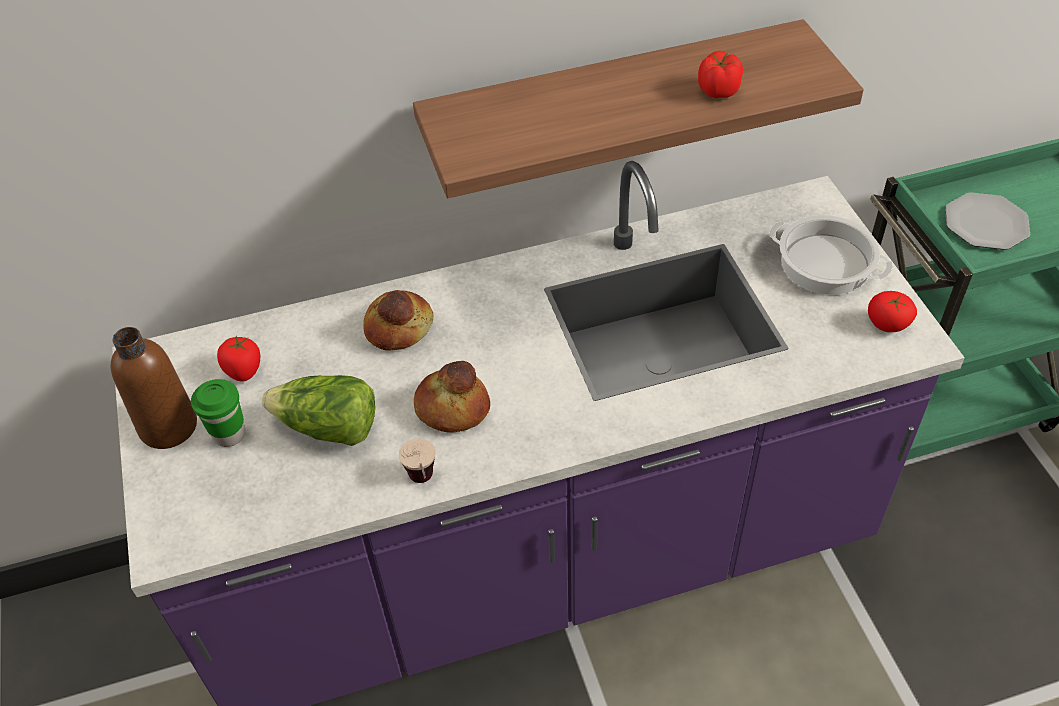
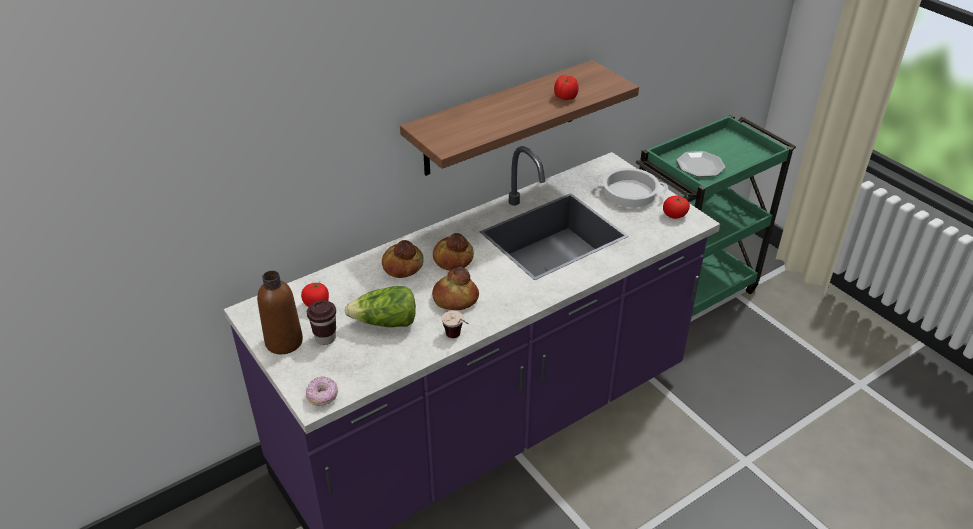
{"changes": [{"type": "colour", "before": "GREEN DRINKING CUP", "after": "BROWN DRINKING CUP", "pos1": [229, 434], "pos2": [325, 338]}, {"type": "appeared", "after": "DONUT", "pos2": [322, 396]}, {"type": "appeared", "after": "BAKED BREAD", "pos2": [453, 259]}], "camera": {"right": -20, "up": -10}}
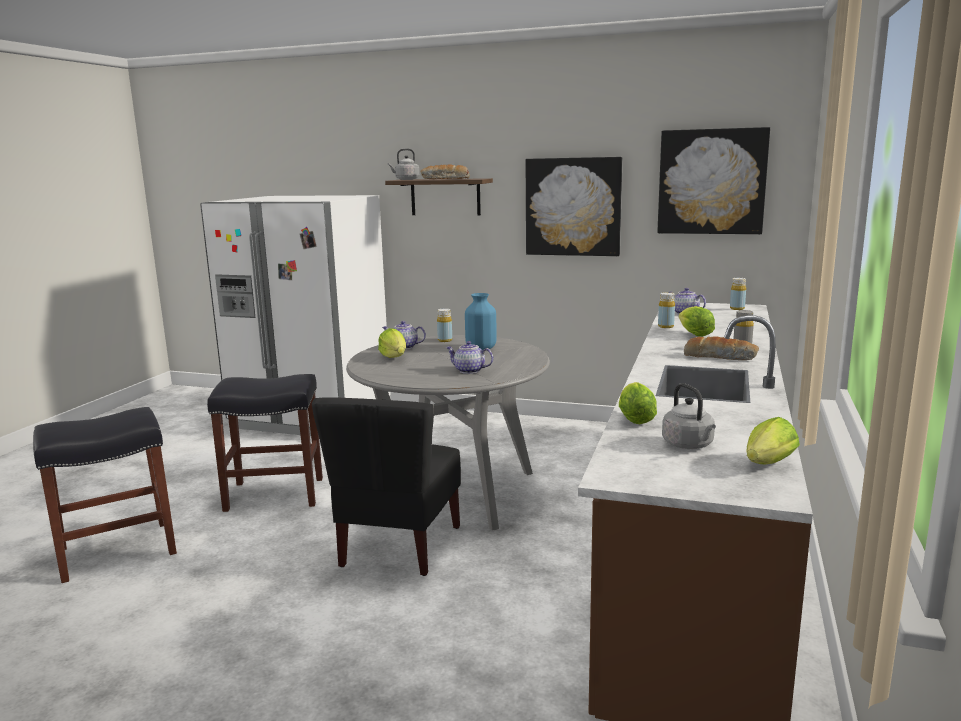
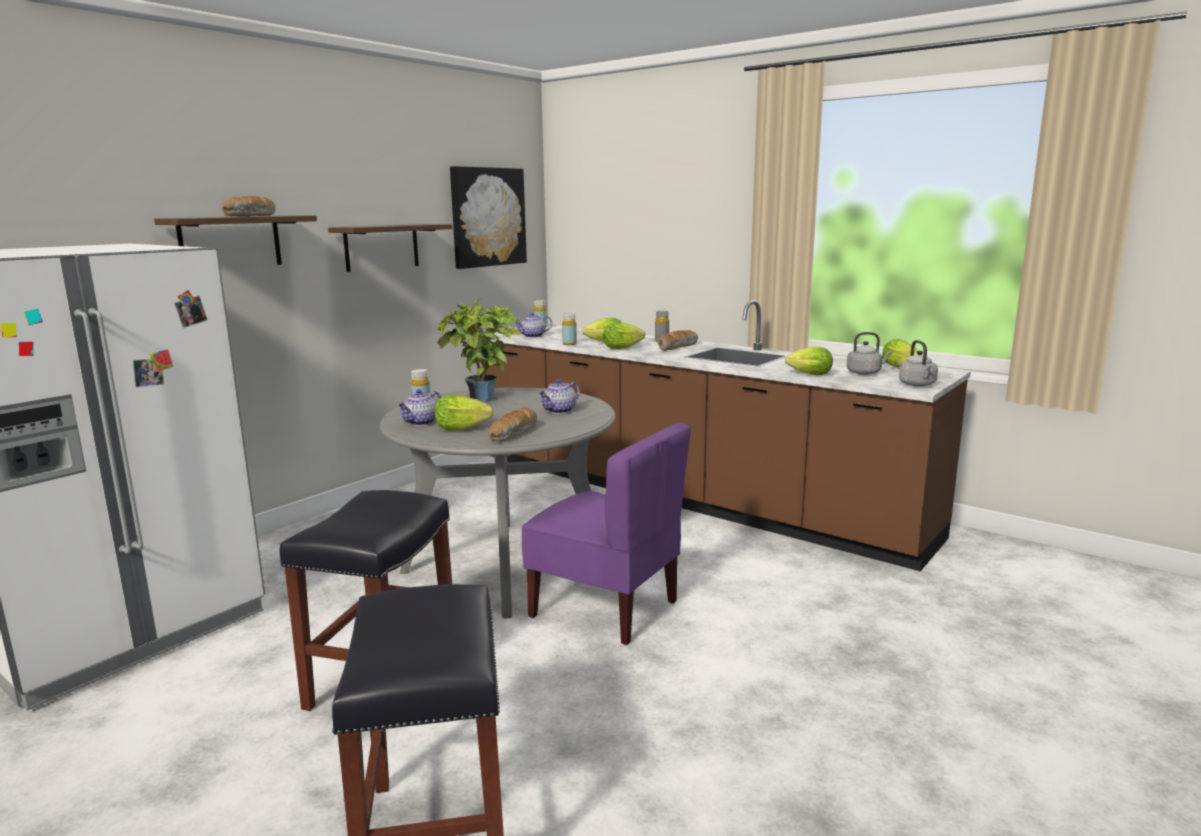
{"changes": [{"type": "colour", "before": "BLACK-COLOURED PLAIN CHAIR", "after": "PURPLE PLAIN CHAIR", "pos1": [398, 546], "pos2": [606, 608]}, {"type": "relocated", "before": "GREYISH WATER KETTLE", "pos1": [405, 179], "pos2": [918, 385]}, {"type": "exchanged", "before": "BLUE VASE", "after": "POTTED PLANT", "pos1": [480, 348], "pos2": [482, 401]}, {"type": "exchanged", "before": "WALL PICTURE", "after": "SHELF", "pos1": [573, 207], "pos2": [381, 247]}, {"type": "appeared", "after": "BAKED BREAD", "pos2": [514, 434]}, {"type": "appeared", "after": "LETTUCE", "pos2": [621, 348]}], "camera": {"right": -70, "up": 0}}
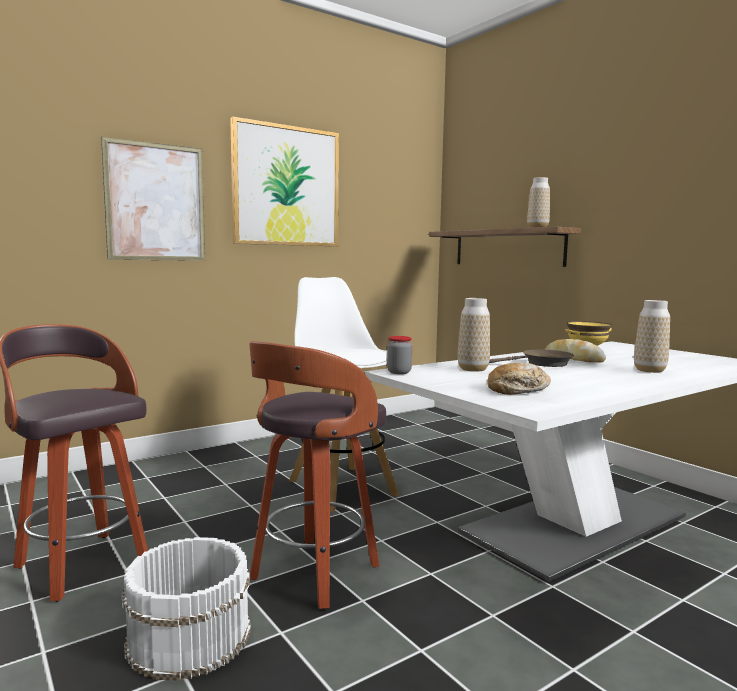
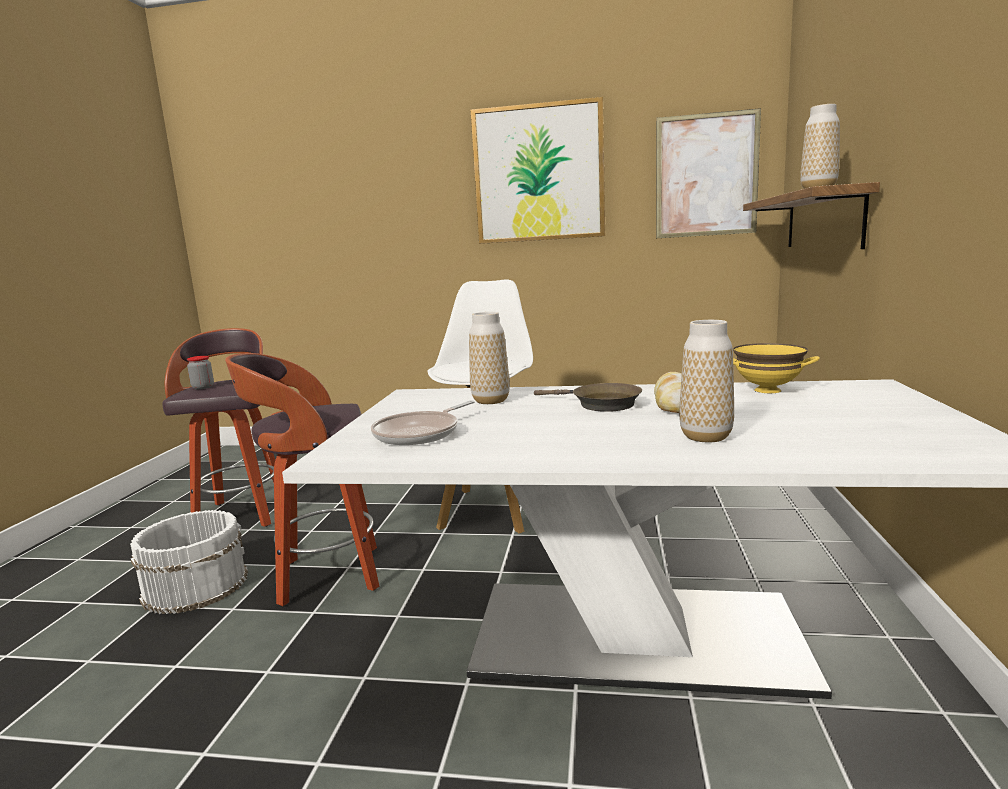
{"changes": [{"type": "relocated", "before": "WALL PICTURE", "pos1": [156, 202], "pos2": [706, 175]}, {"type": "relocated", "before": "PRESERVE JAR", "pos1": [399, 372], "pos2": [203, 387]}, {"type": "exchanged", "before": "BAKED BREAD", "after": "PAN", "pos1": [518, 390], "pos2": [420, 433]}], "camera": {"right": 45, "up": 5}}
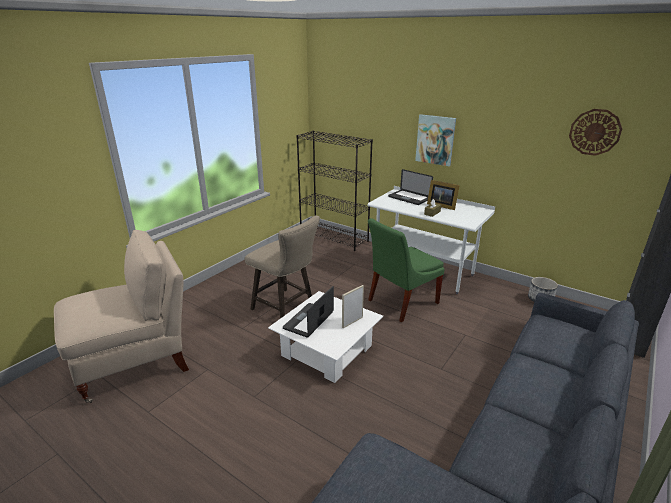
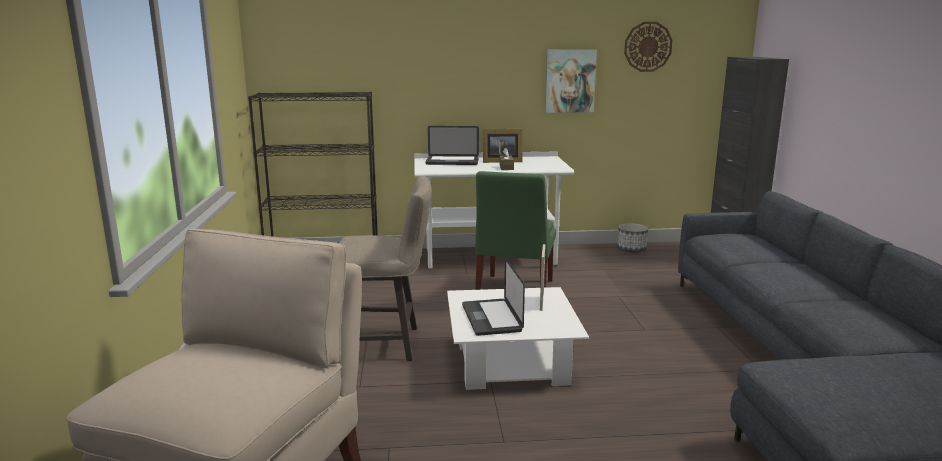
{"changes": [{"type": "relocated", "before": "WALL PICTURE", "pos1": [435, 140], "pos2": [570, 81]}], "camera": {"right": -40, "up": -10}}
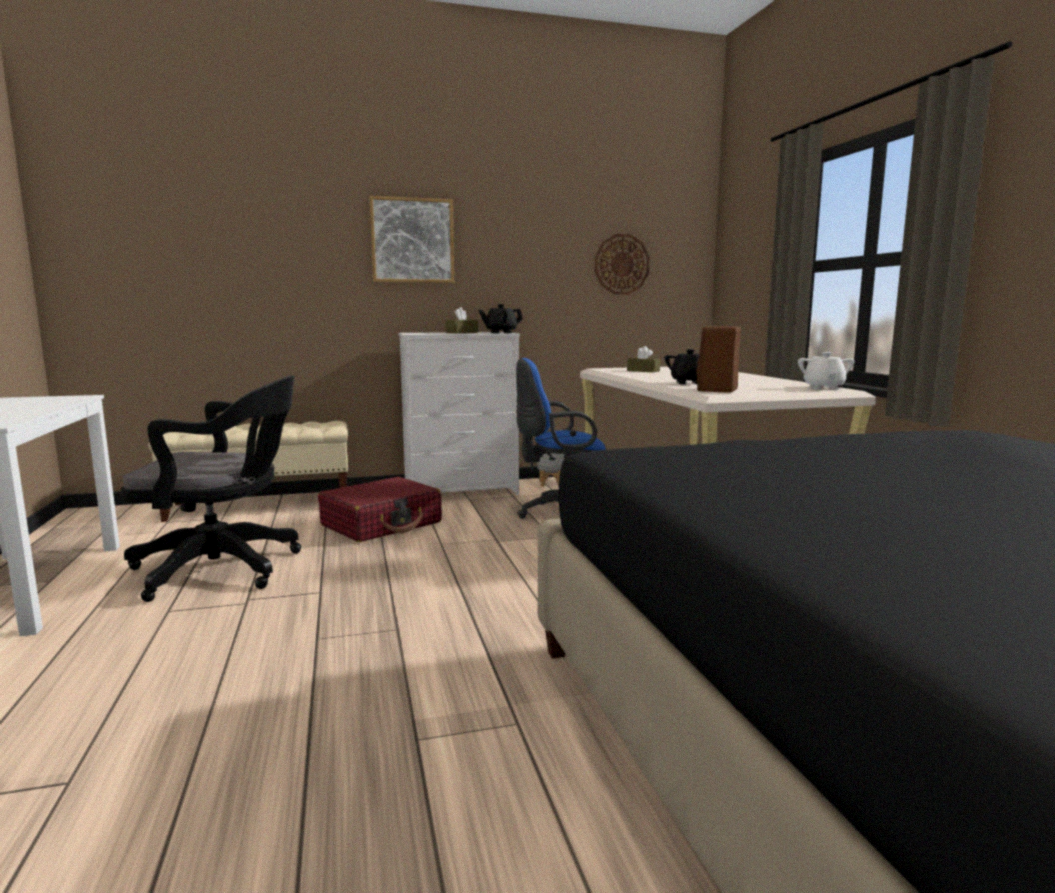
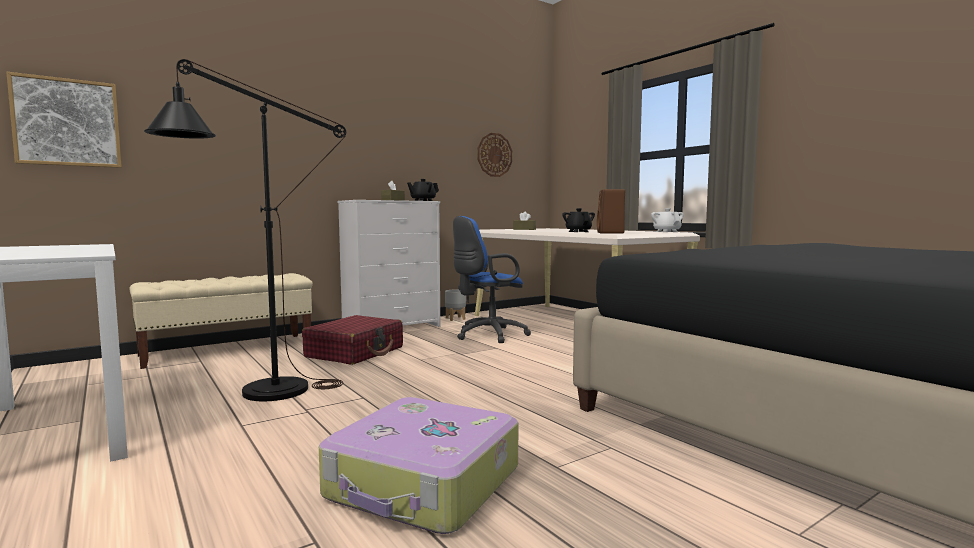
{"changes": [{"type": "exchanged", "before": "BLACK-COLOURED DESK CHAIR", "after": "BLACK-COLOURED STANDARD LAMP", "pos1": [225, 569], "pos2": [255, 393]}, {"type": "relocated", "before": "WALL PICTURE", "pos1": [412, 240], "pos2": [67, 122]}, {"type": "appeared", "after": "TRAVEL CASE", "pos2": [424, 484]}], "camera": {"right": -20, "up": -5}}
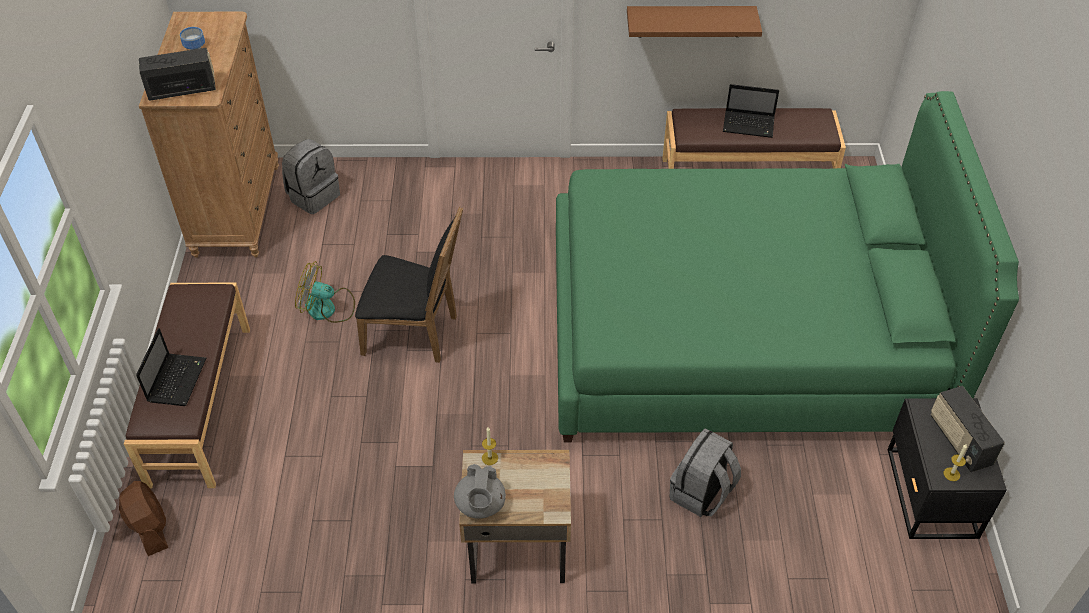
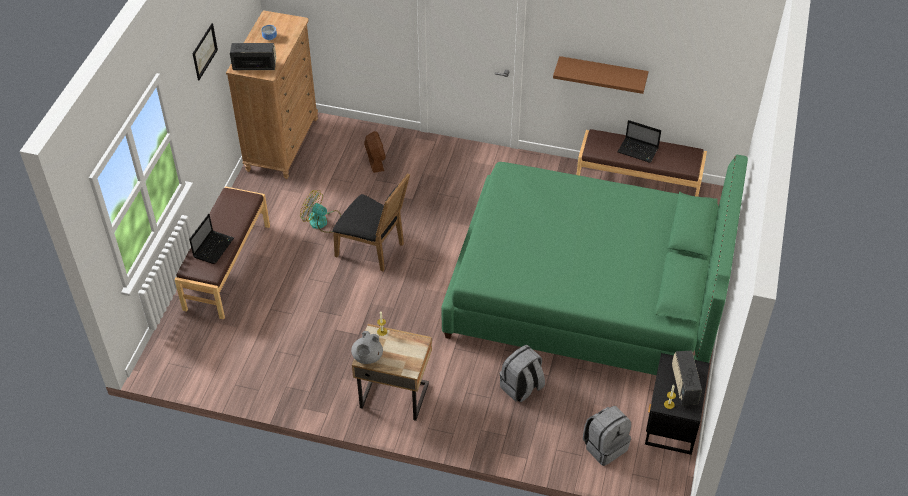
{"changes": [{"type": "relocated", "before": "BROWN FAN", "pos1": [150, 528], "pos2": [375, 160]}, {"type": "relocated", "before": "GREYISH RUCKSACK", "pos1": [313, 196], "pos2": [605, 446]}, {"type": "appeared", "after": "WALL PICTURE", "pos2": [204, 51]}], "camera": {"right": 15, "up": 0}}
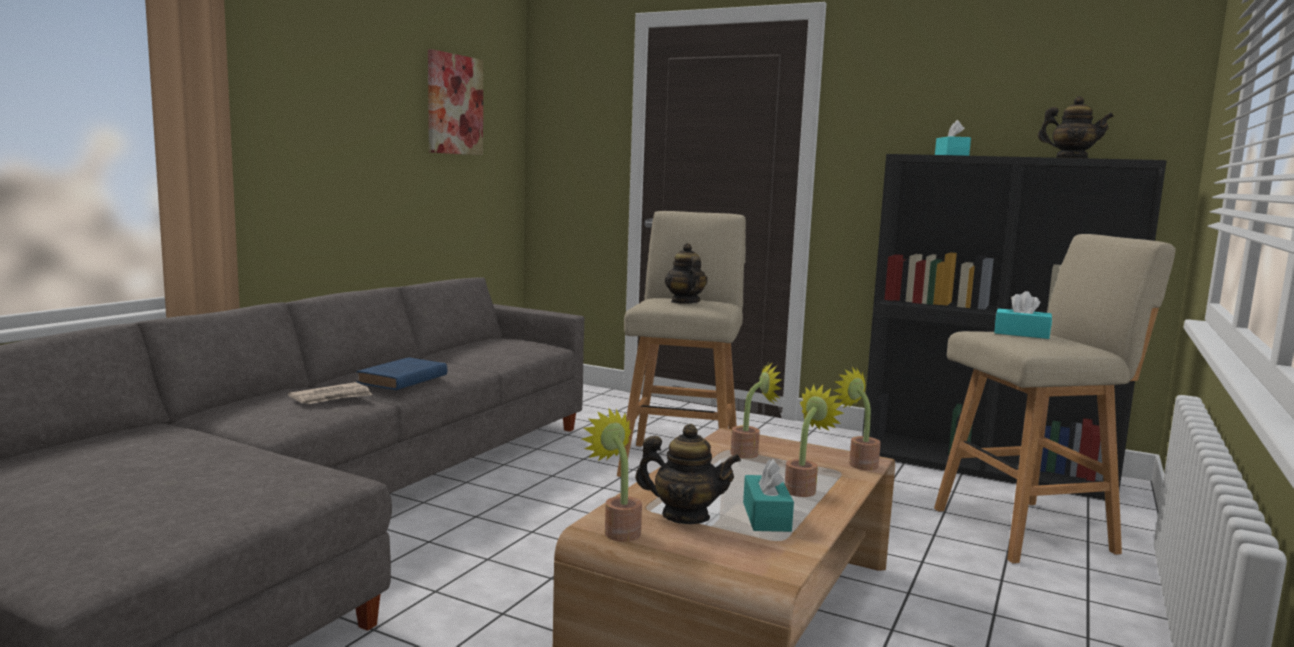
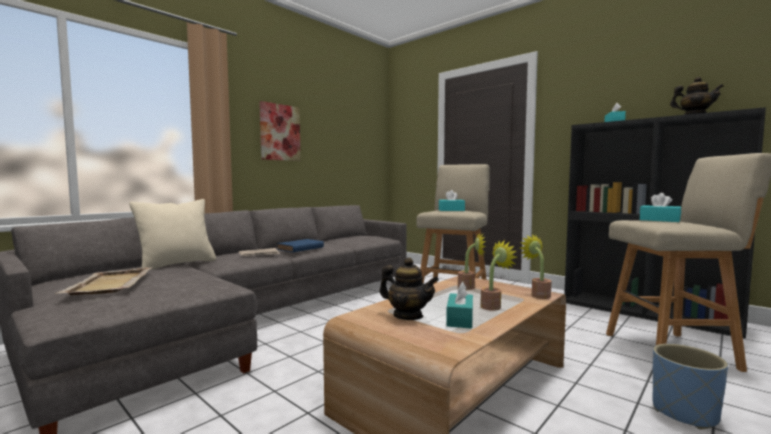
{"changes": [{"type": "relocated", "before": "WALL PICTURE", "pos1": [454, 104], "pos2": [280, 132]}, {"type": "missing", "before": "POTTED PLANT", "pos1": [618, 531]}, {"type": "exchanged", "before": "TEAPOT", "after": "BLUE-GREEN BOX OF TISSUES", "pos1": [684, 302], "pos2": [451, 210]}, {"type": "appeared", "after": "SAND-COLOURED CARRYING TRAY", "pos2": [110, 284]}, {"type": "appeared", "after": "SAND-COLOURED CUSHION", "pos2": [177, 264]}, {"type": "appeared", "after": "BLUE FLOWER POT", "pos2": [684, 413]}], "camera": {"right": 15, "up": -5}}
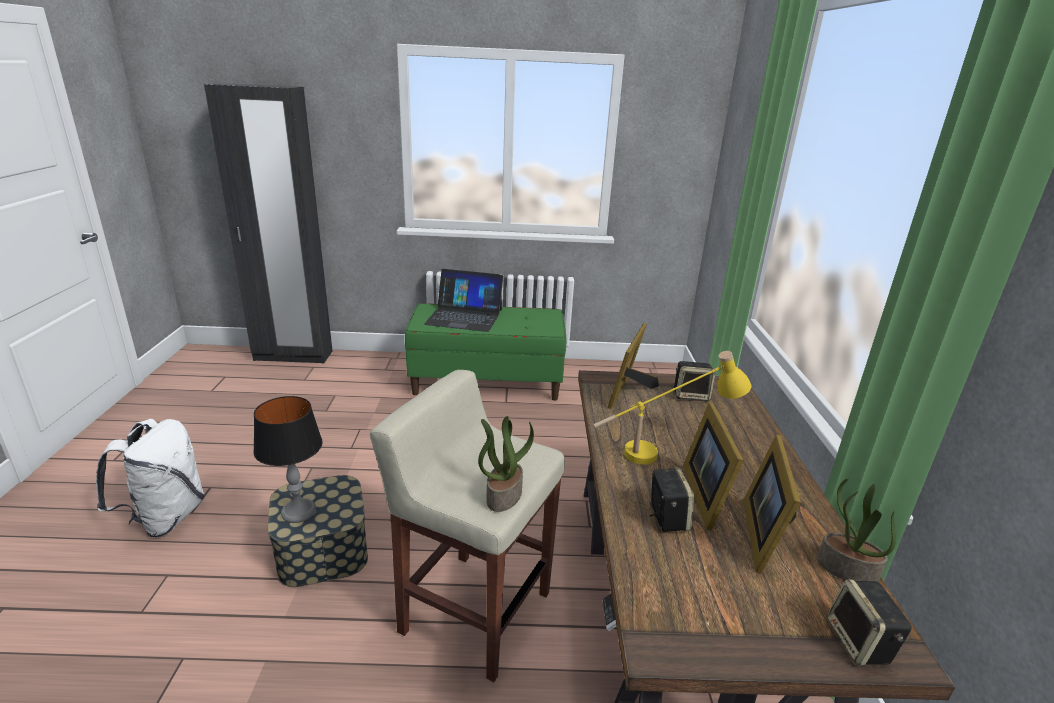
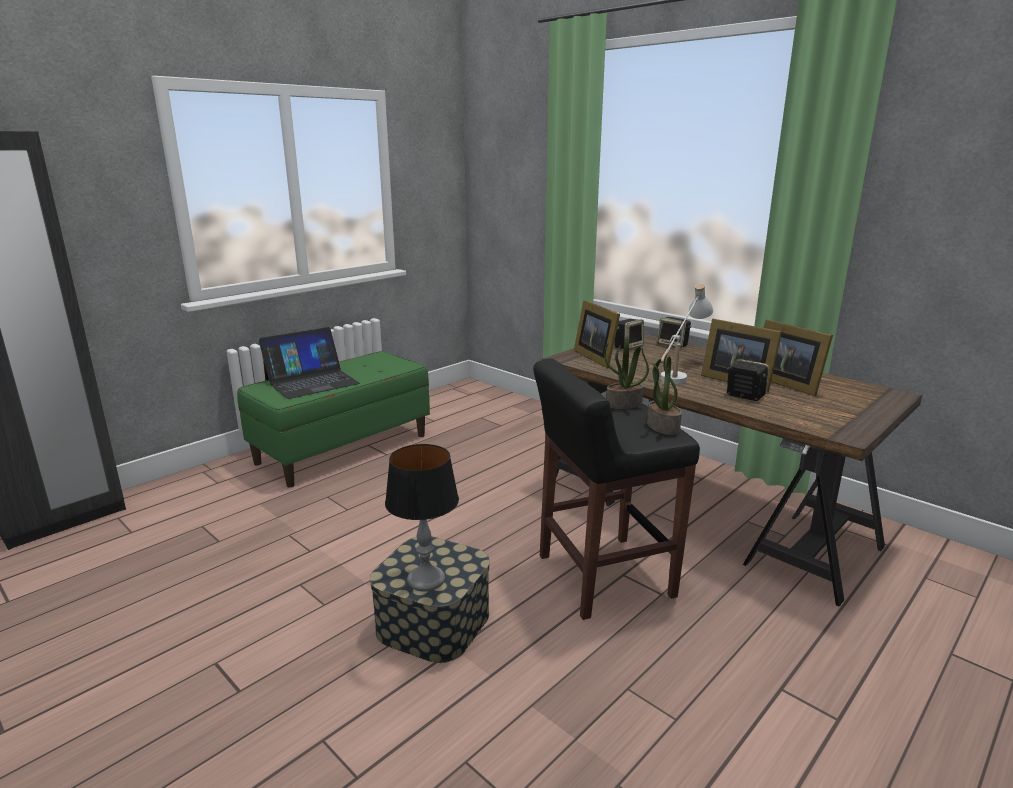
{"changes": [{"type": "missing", "before": "WHITISH RUCKSACK", "pos1": [166, 517]}, {"type": "colour", "before": "SAND-COLOURED STOOL", "after": "BLACK-COLOURED STOOL", "pos1": [474, 611], "pos2": [602, 576]}, {"type": "colour", "before": "YELLOW TABLETOP LAMP", "after": "WHITISH TABLETOP LAMP", "pos1": [663, 453], "pos2": [680, 374]}, {"type": "relocated", "before": "POTTED PLANT", "pos1": [846, 569], "pos2": [623, 404]}, {"type": "relocated", "before": "SPEAKER", "pos1": [860, 643], "pos2": [673, 345]}], "camera": {"right": -45, "up": -5}}
